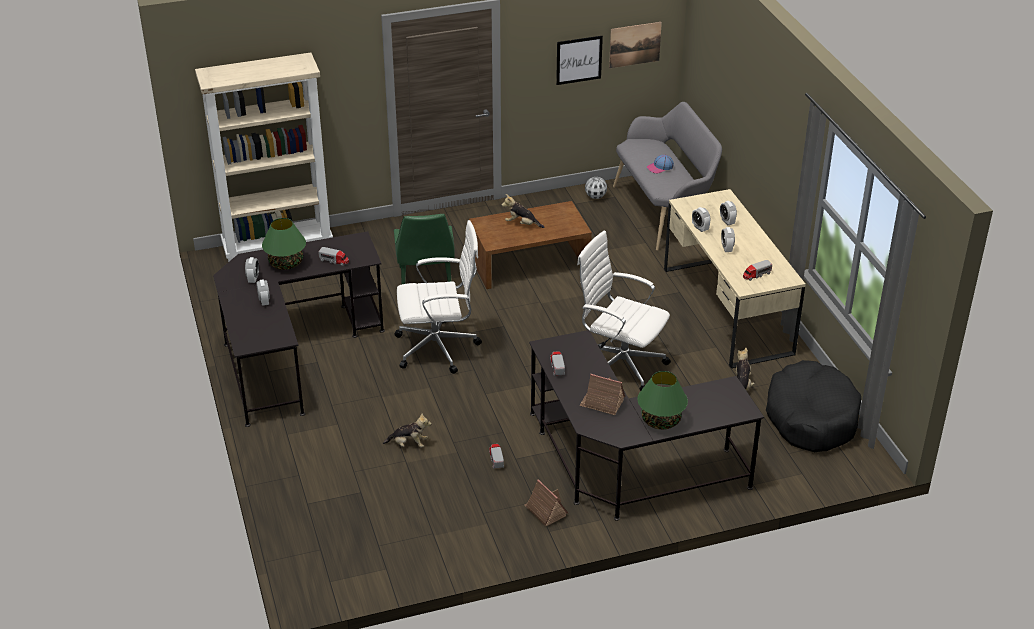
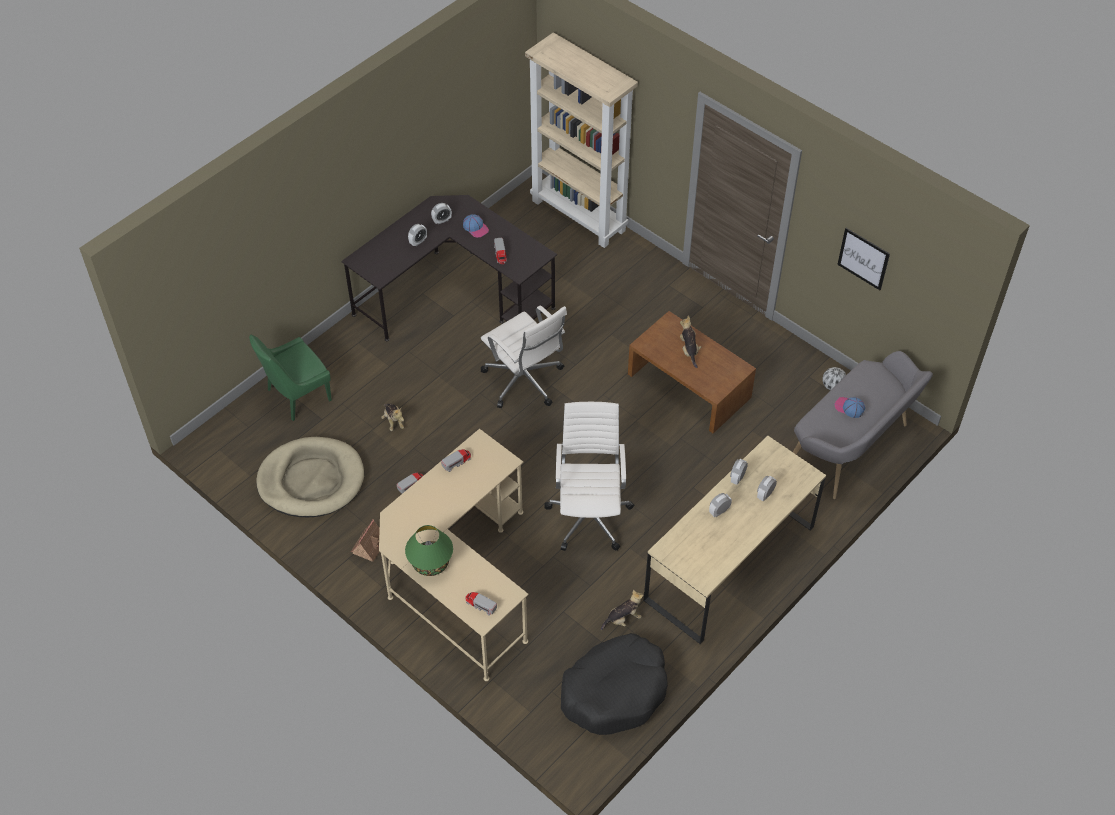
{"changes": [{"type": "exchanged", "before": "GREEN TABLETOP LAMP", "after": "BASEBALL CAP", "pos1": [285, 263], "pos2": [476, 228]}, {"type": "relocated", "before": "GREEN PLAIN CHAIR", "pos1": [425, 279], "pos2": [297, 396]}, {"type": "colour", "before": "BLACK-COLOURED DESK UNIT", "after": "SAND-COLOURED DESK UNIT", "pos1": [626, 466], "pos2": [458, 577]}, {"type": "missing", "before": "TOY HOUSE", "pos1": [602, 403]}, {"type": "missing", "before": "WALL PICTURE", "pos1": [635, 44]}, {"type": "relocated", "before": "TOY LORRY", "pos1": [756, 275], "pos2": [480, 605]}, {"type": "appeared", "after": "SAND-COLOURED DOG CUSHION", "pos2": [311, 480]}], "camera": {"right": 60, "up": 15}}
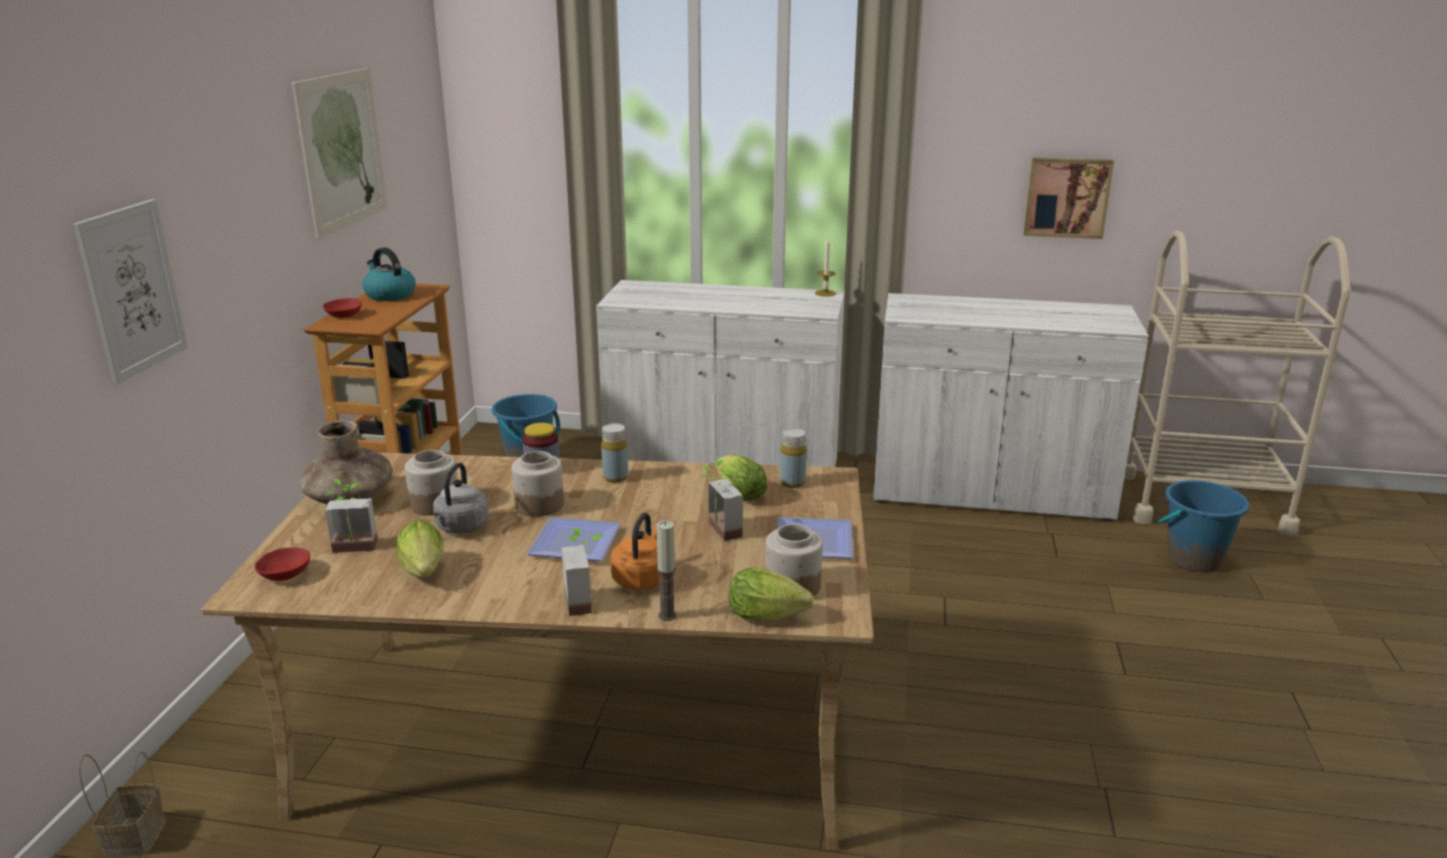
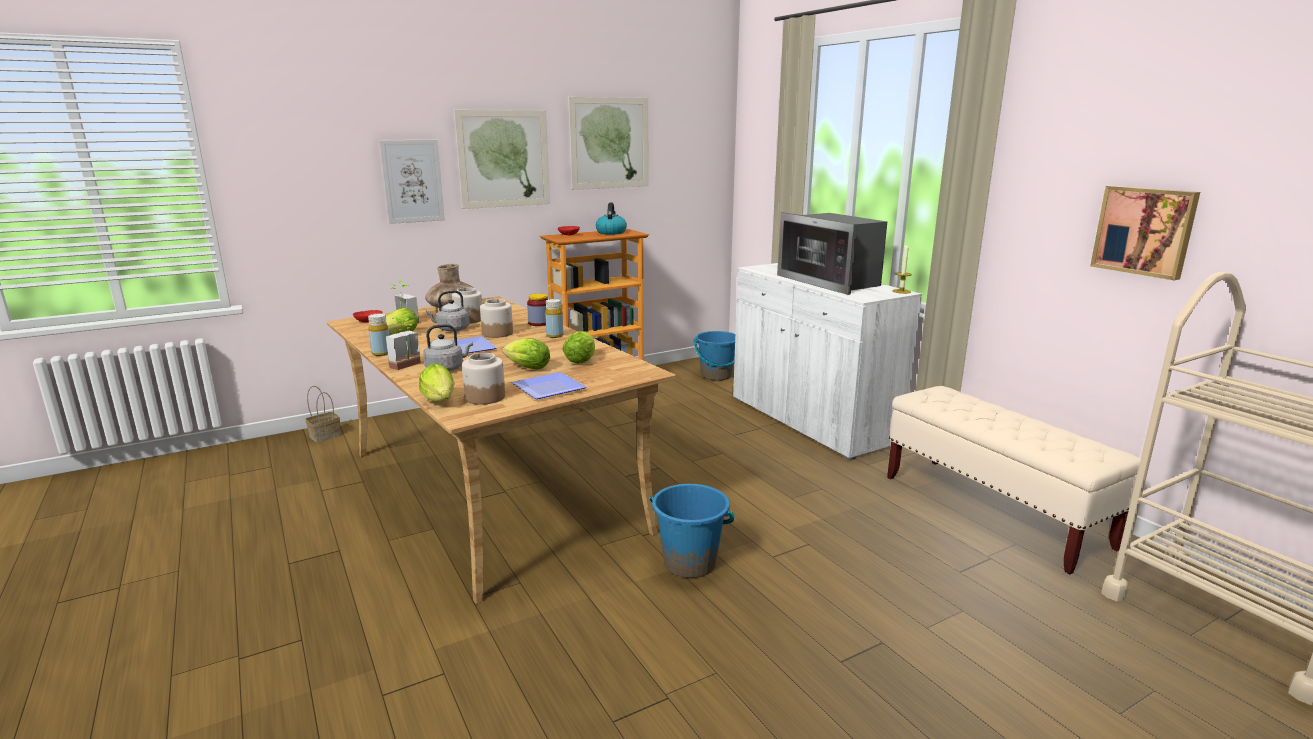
{"changes": [{"type": "colour", "before": "ORANGE-COLOURED WATER KETTLE", "after": "GREYISH WATER KETTLE", "pos1": [642, 578], "pos2": [447, 368]}, {"type": "missing", "before": "WAX CANDLE", "pos1": [667, 615]}, {"type": "exchanged", "before": "POTTED PLANT", "after": "LETTUCE", "pos1": [717, 531], "pos2": [525, 368]}, {"type": "relocated", "before": "YELLOW DRINK BOTTLE", "pos1": [792, 482], "pos2": [381, 353]}, {"type": "exchanged", "before": "WHITISH CUPBOARD", "after": "SAND-COLOURED INDOOR BENCH", "pos1": [990, 492], "pos2": [993, 511]}, {"type": "relocated", "before": "BLUE WATER BUCKET", "pos1": [1193, 559], "pos2": [690, 563]}, {"type": "appeared", "after": "WALL PICTURE", "pos2": [504, 159]}, {"type": "appeared", "after": "MICROWAVE", "pos2": [831, 281]}], "camera": {"right": 50, "up": -5}}
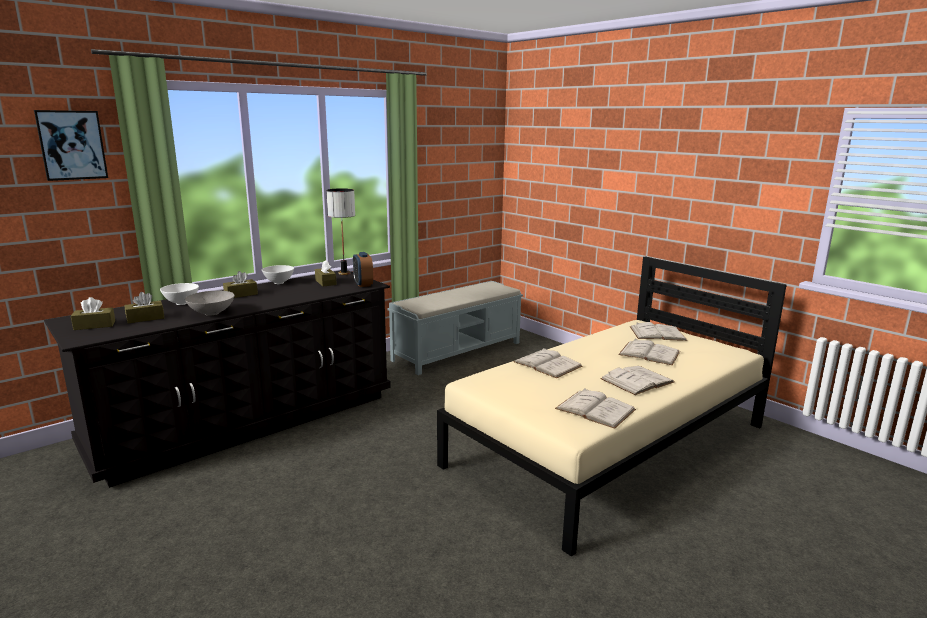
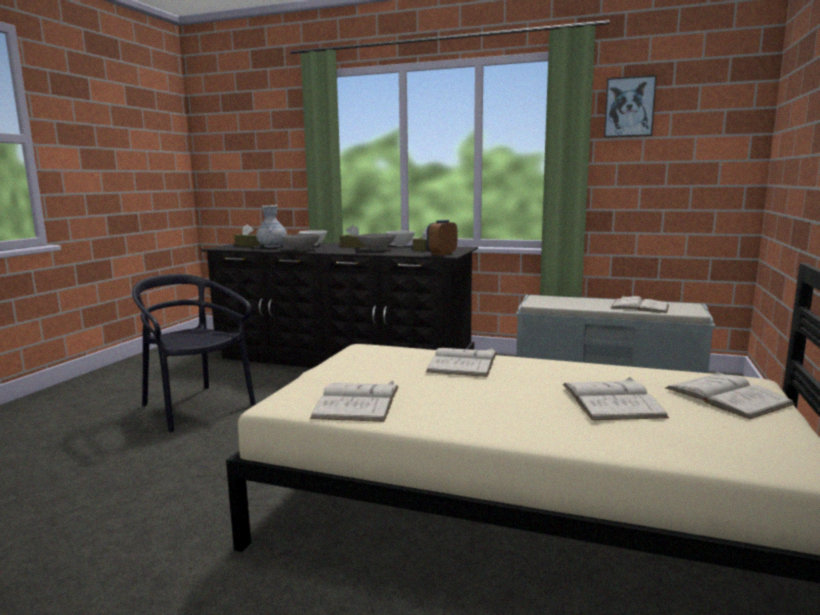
{"changes": [{"type": "relocated", "before": "WALL PICTURE", "pos1": [72, 145], "pos2": [629, 107]}, {"type": "exchanged", "before": "BROWN BOX OF TISSUES", "after": "VASE", "pos1": [145, 318], "pos2": [272, 246]}, {"type": "missing", "before": "TABLETOP LAMP", "pos1": [344, 273]}, {"type": "relocated", "before": "WHITISH VOLUME", "pos1": [637, 380], "pos2": [640, 306]}, {"type": "appeared", "after": "BLACK-COLOURED PLAIN CHAIR", "pos2": [196, 407]}, {"type": "appeared", "after": "GREYISH SERVING BOWL", "pos2": [377, 249]}], "camera": {"right": 60, "up": -5}}
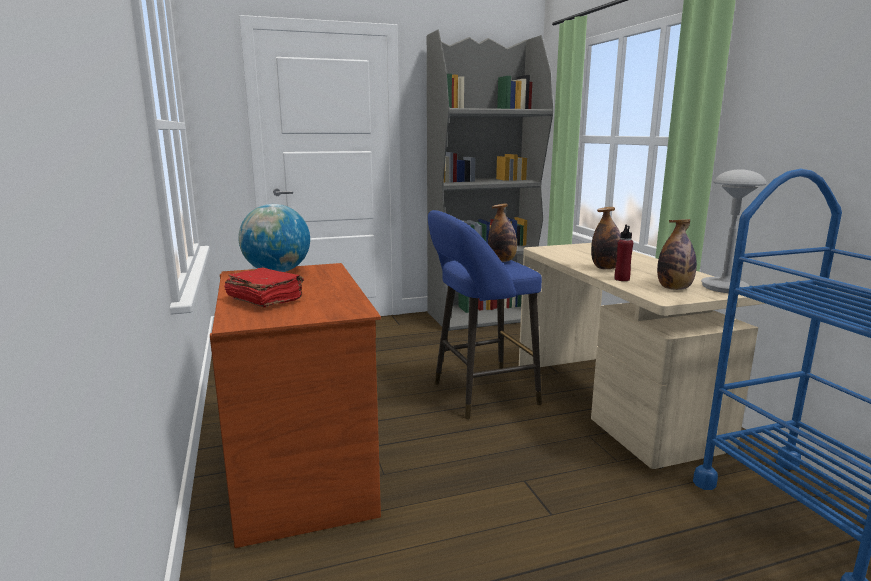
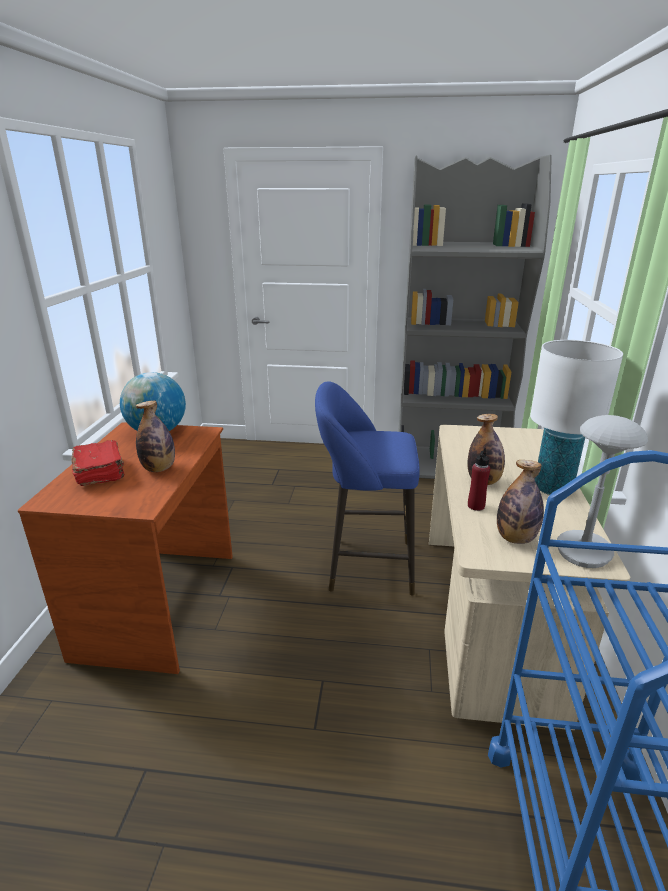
{"changes": [{"type": "relocated", "before": "DRINK BOTTLE", "pos1": [502, 261], "pos2": [159, 468]}, {"type": "appeared", "after": "WHITISH TABLETOP LAMP", "pos2": [552, 488]}], "camera": {"right": 25, "up": 10}}
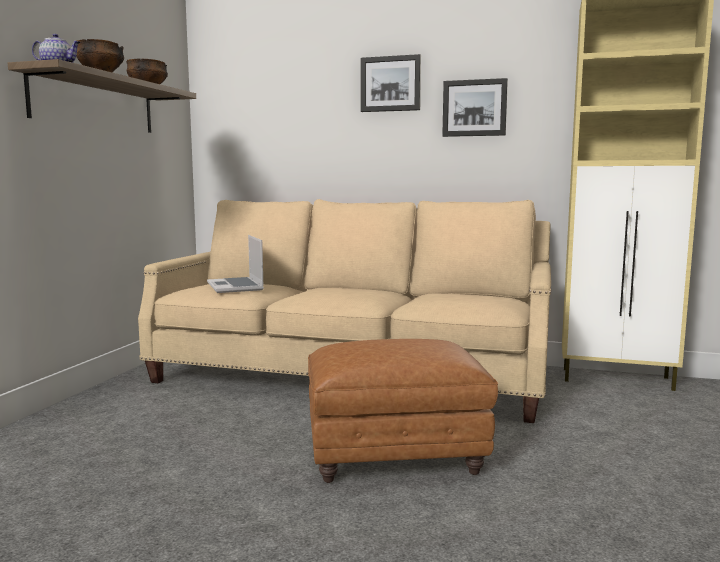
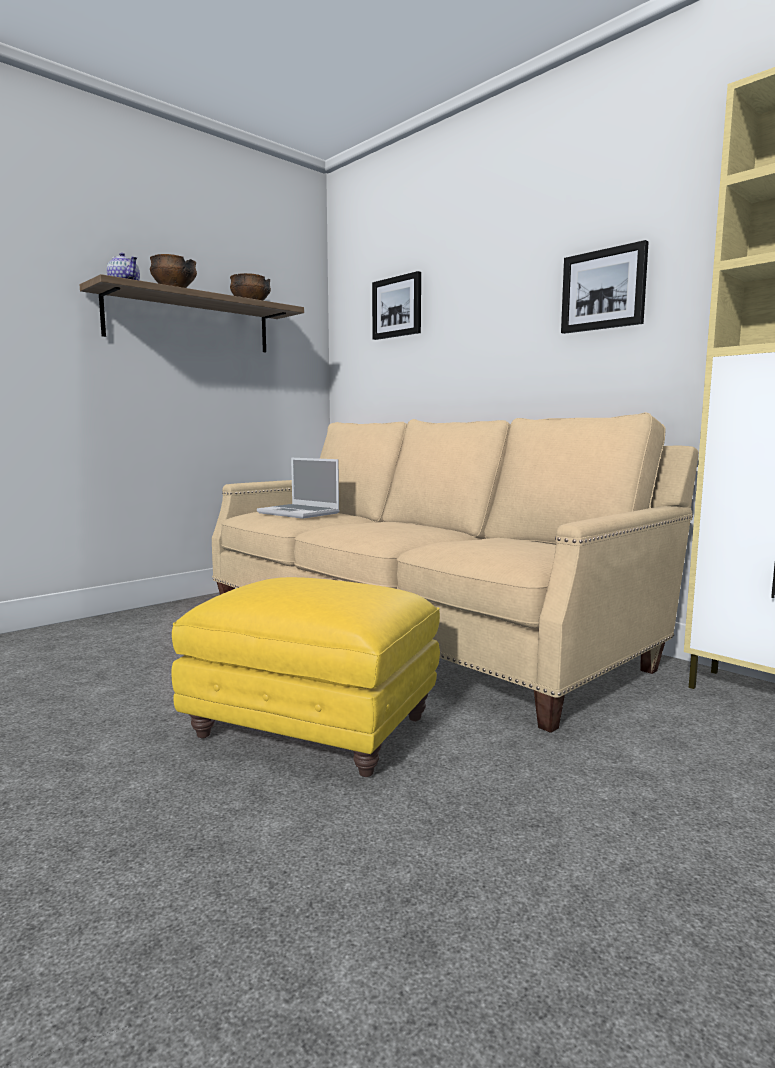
{"changes": [{"type": "spun", "before": "PORTABLE COMPUTER", "pos1": [236, 287], "pos2": [300, 513], "turn": -60}, {"type": "colour", "before": "BROWN OTTOMAN", "after": "YELLOW OTTOMAN", "pos1": [396, 456], "pos2": [315, 728]}, {"type": "relocated", "before": "WALL PICTURE", "pos1": [390, 84], "pos2": [397, 307]}], "camera": {"right": 30, "up": 0}}
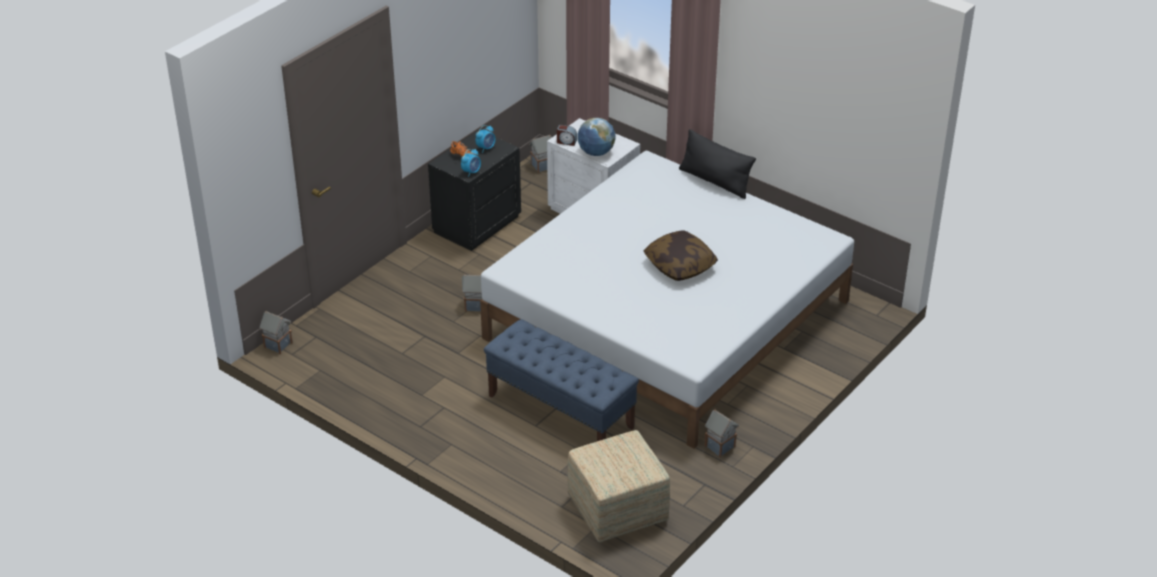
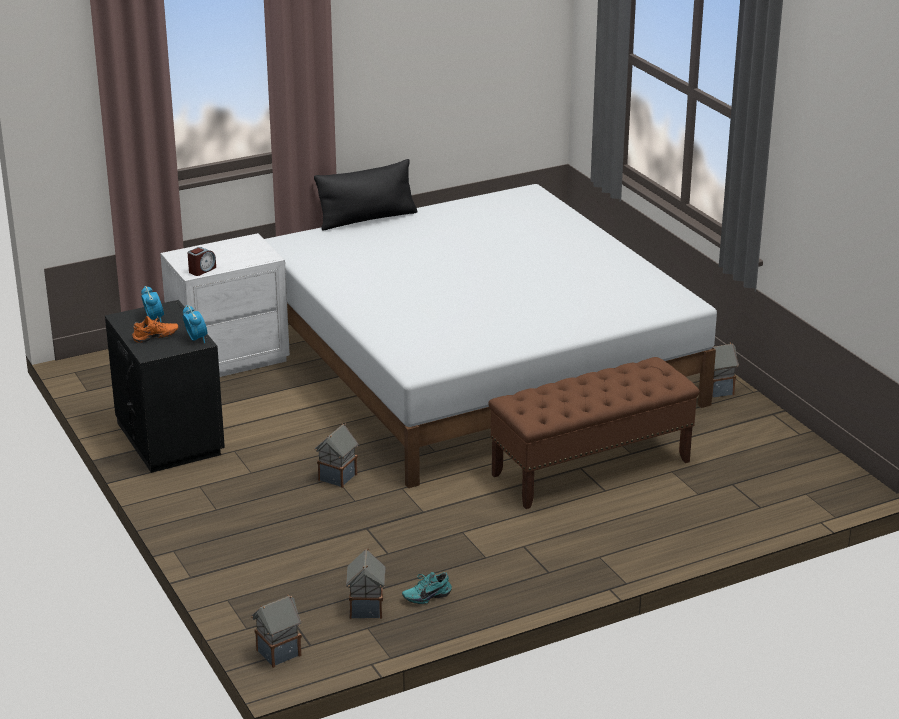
{"changes": [{"type": "colour", "before": "BLUE INDOOR BENCH", "after": "BROWN INDOOR BENCH", "pos1": [561, 411], "pos2": [591, 468]}, {"type": "relocated", "before": "TOY HOUSE", "pos1": [541, 166], "pos2": [366, 610]}, {"type": "missing", "before": "OTTOMAN", "pos1": [617, 510]}, {"type": "missing", "before": "WORLD GLOBE", "pos1": [596, 153]}, {"type": "missing", "before": "CUSHION", "pos1": [680, 265]}, {"type": "appeared", "after": "BLUE-GREEN LOW SHOE", "pos2": [426, 596]}], "camera": {"right": -65, "up": -10}}
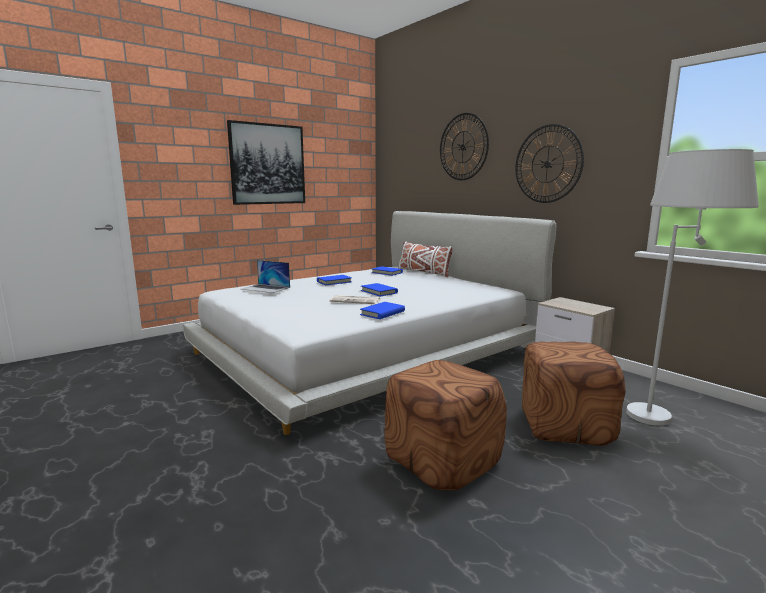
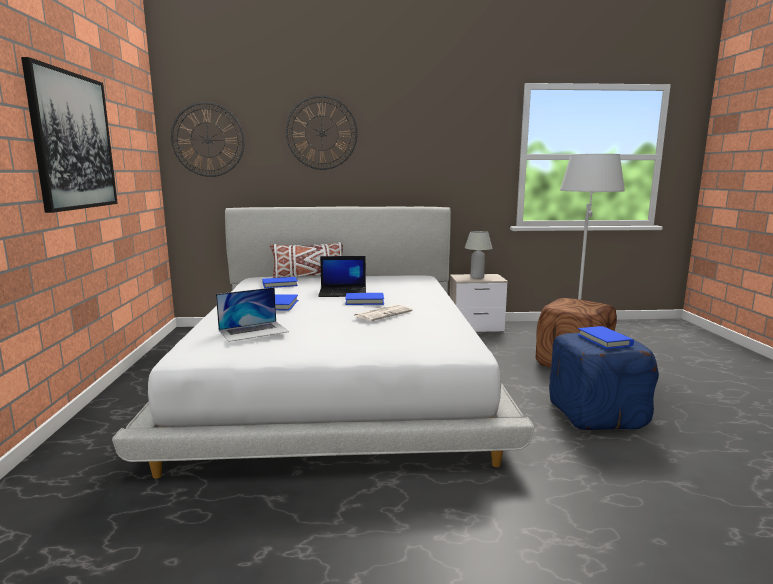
{"changes": [{"type": "relocated", "before": "BLUE VOLUME", "pos1": [382, 313], "pos2": [604, 340]}, {"type": "colour", "before": "BROWN OTTOMAN", "after": "BLUE OTTOMAN", "pos1": [442, 460], "pos2": [595, 414]}, {"type": "relocated", "before": "CLOCK ON THE WALL", "pos1": [547, 164], "pos2": [208, 140]}, {"type": "appeared", "after": "PORTABLE COMPUTER", "pos2": [343, 292]}, {"type": "appeared", "after": "WHITISH TABLETOP LAMP", "pos2": [477, 277]}], "camera": {"right": -55, "up": 0}}
